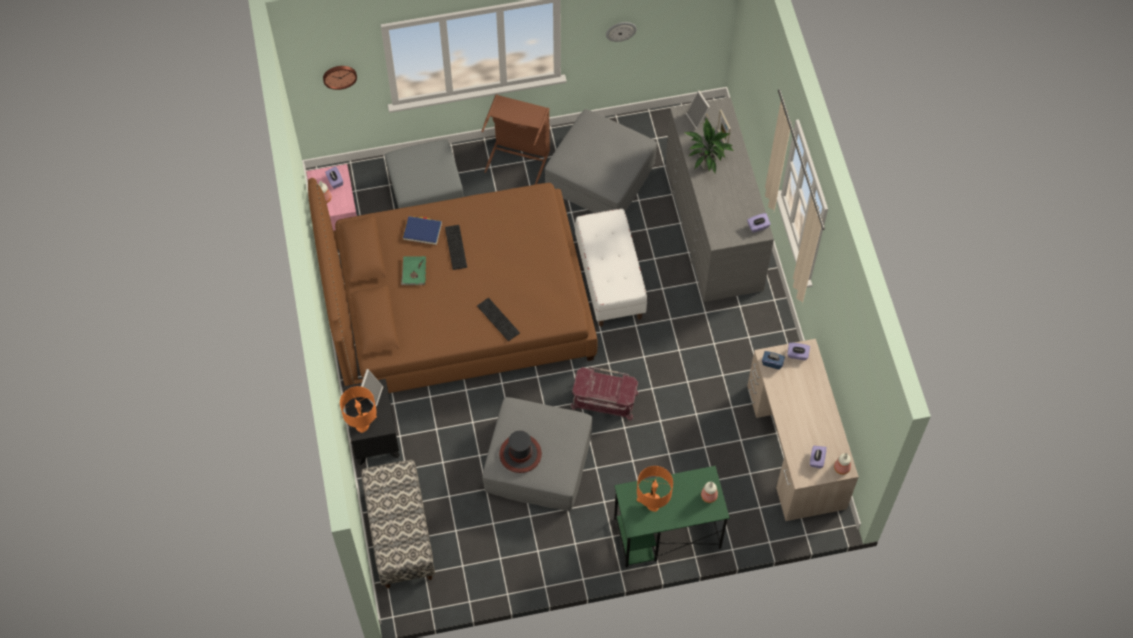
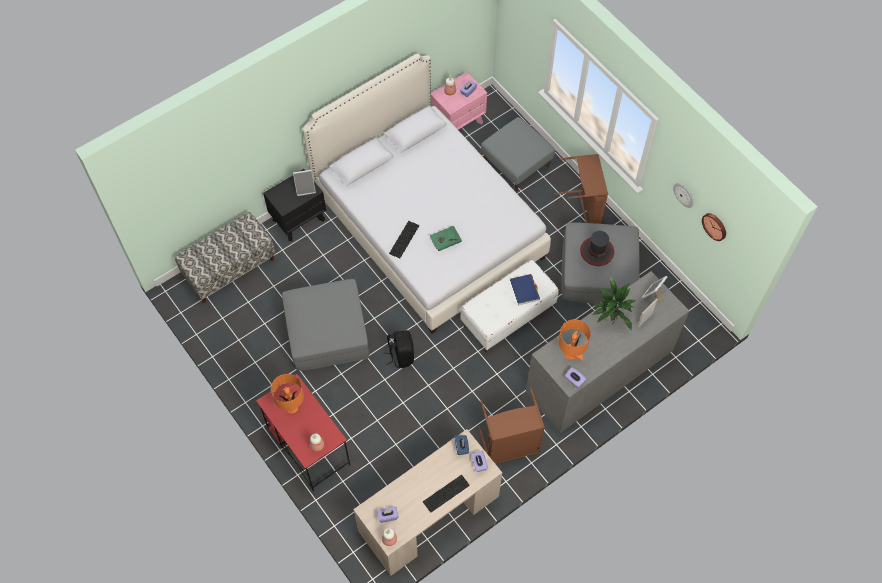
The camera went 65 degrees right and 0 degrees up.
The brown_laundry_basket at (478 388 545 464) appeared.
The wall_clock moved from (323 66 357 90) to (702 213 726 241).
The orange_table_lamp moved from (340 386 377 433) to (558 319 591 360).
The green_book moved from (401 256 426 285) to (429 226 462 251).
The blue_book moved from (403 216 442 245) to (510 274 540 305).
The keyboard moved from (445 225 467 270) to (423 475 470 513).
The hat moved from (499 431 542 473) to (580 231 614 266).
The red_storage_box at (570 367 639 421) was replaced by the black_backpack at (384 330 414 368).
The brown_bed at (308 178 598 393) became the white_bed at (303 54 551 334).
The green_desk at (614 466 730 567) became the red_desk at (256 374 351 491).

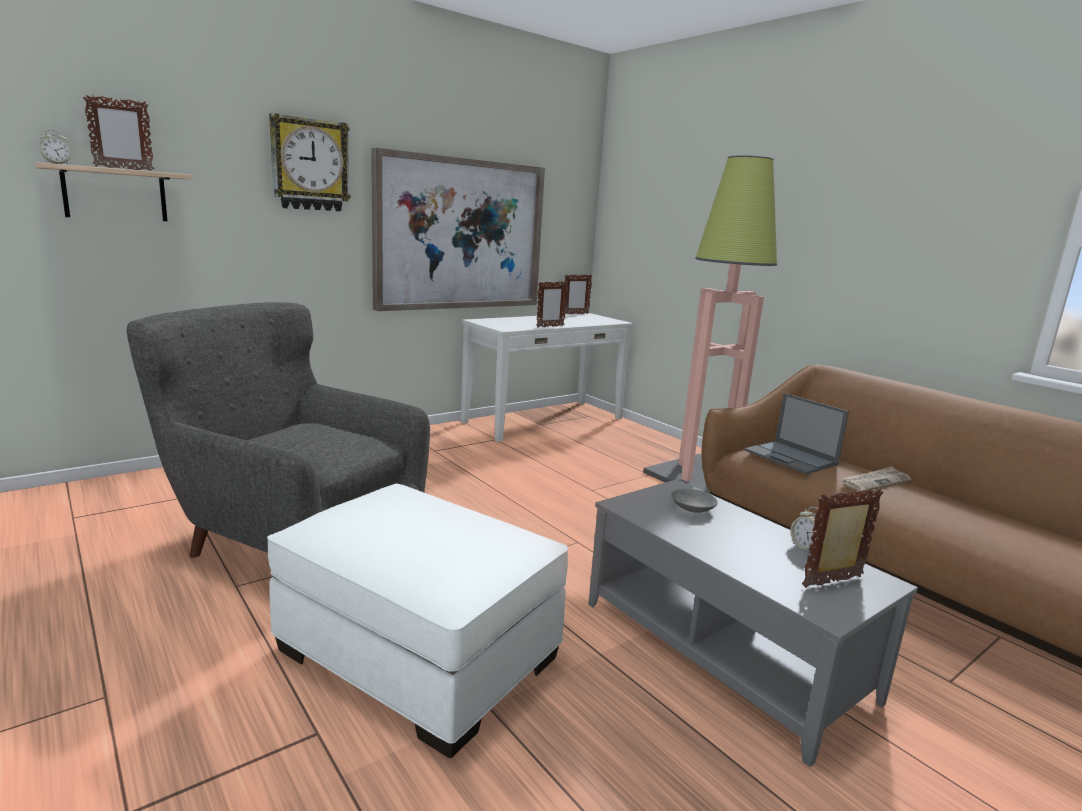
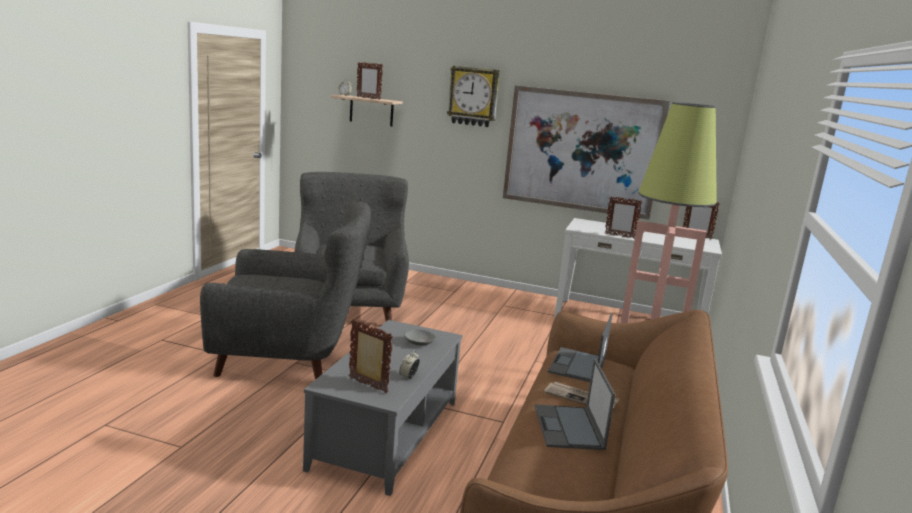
The camera went 55 degrees right and 0 degrees up.
The laptop at (535 358 615 450) appeared.
The white_ottoman at (267 484 568 758) was replaced by the grey_armchair at (200 202 371 380).

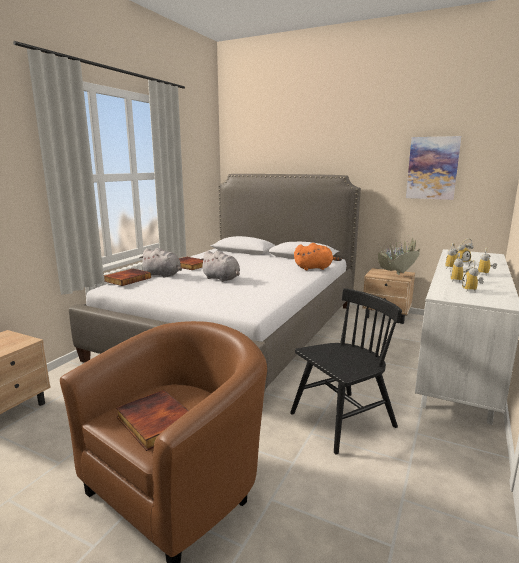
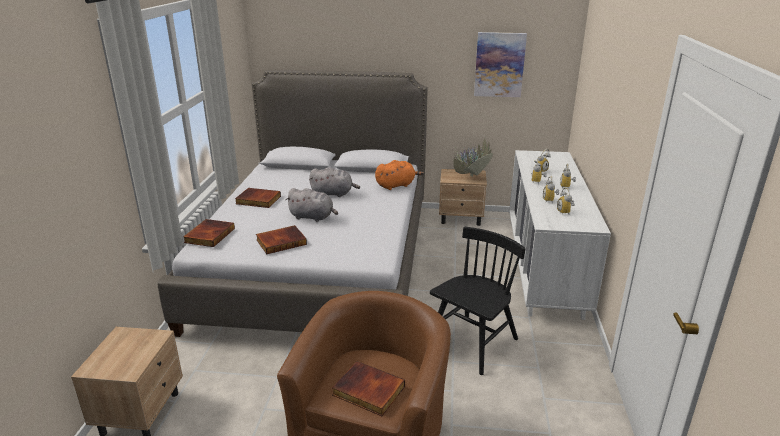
The camera went 20 degrees left and 10 degrees up.
The book at (256 225 307 254) appeared.
The grey_plush_toy moved from (139 248 182 277) to (309 167 360 197).

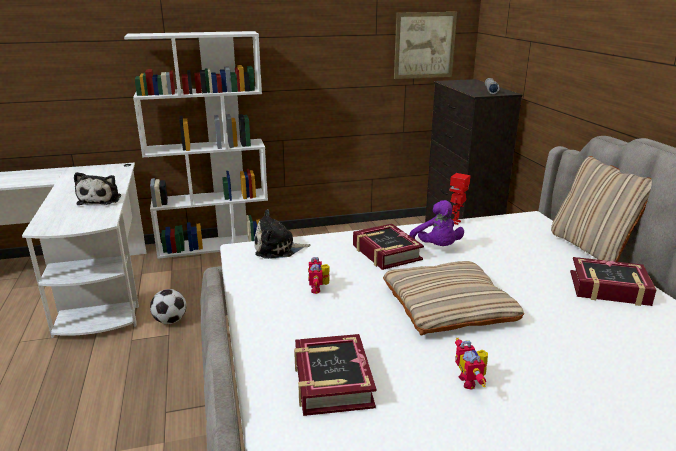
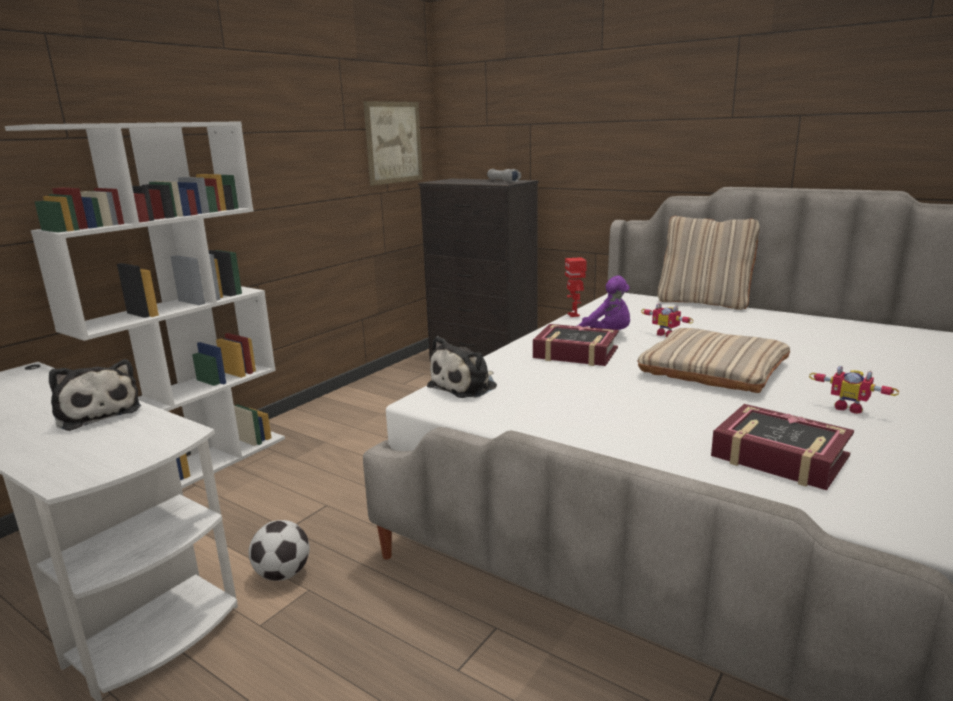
The camera went 40 degrees left and 5 degrees down.
The book at (570 257 656 306) disappeared.
The toy_robot moved from (308 257 330 294) to (641 303 694 337).

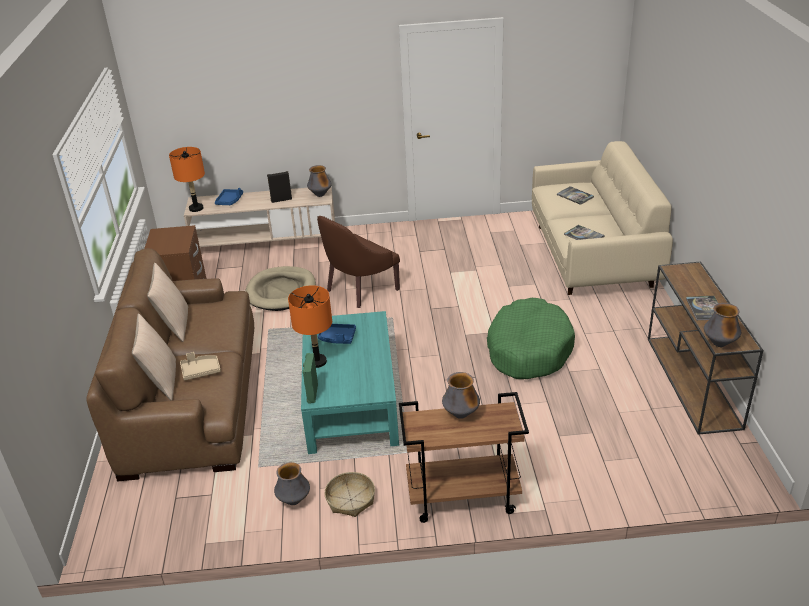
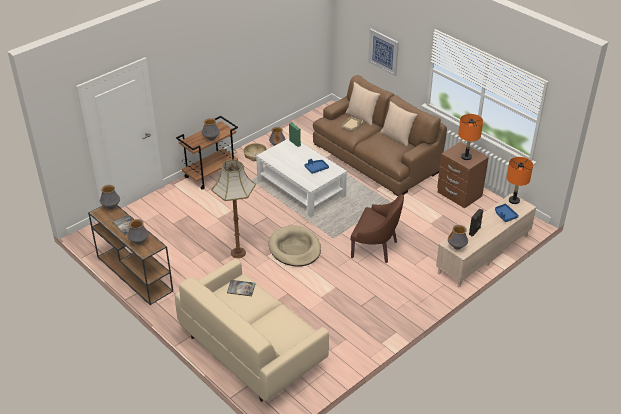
The camera went 140 degrees right and 5 degrees up.
The book at (557 186 594 205) disappeared.
The vase at (127 219 149 245) appeared.
The picture at (368 29 399 76) appeared.
The beige_dog_bed moved from (245 266 316 311) to (269 225 321 267).
The orange_table_lamp moved from (288 285 332 368) to (458 114 483 160).
The green_dog_bed at (487 298 575 379) was replaced by the floor_lamp at (211 159 256 258).
The turquoise_coffee_table at (301 311 399 454) became the white_coffee_table at (256 138 347 217).
The brown_armchair at (317 216 400 308) turned 105 degrees clockwise.

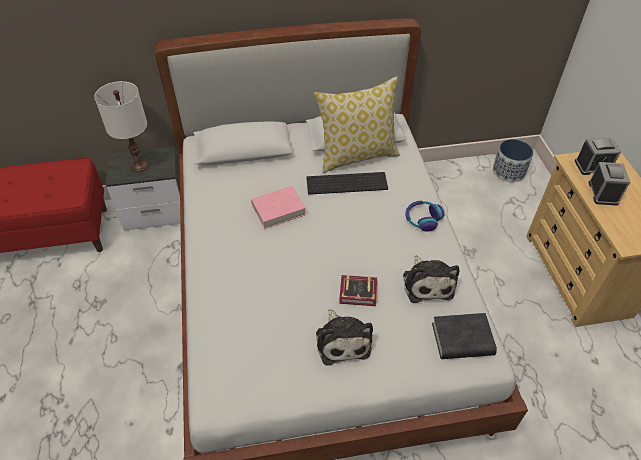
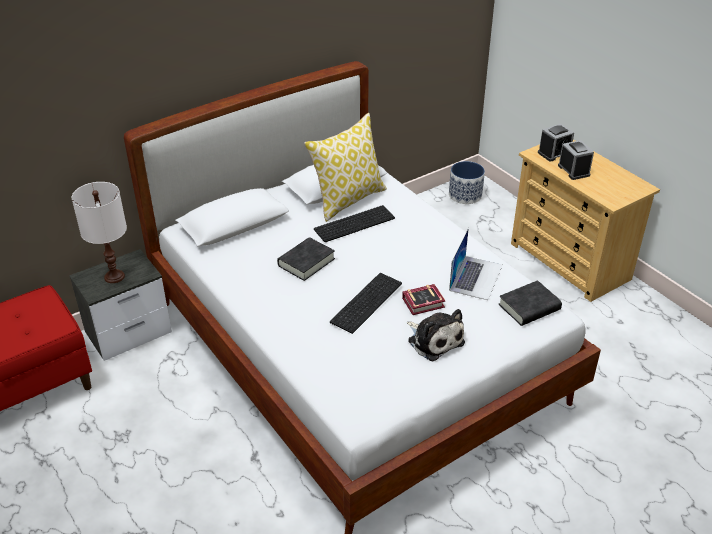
The camera went 25 degrees left and 10 degrees down.
The headphones at (406 201 445 232) disappeared.
The keyboard at (330 273 402 334) appeared.
The plush_toy at (403 255 459 303) was replaced by the laptop at (449 228 503 300).
The pink_book at (251 186 306 229) became the black_book at (277 237 335 281).

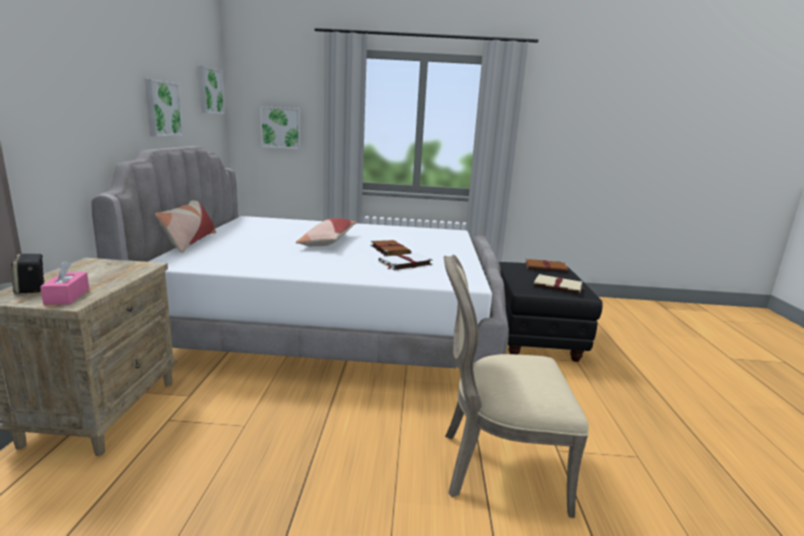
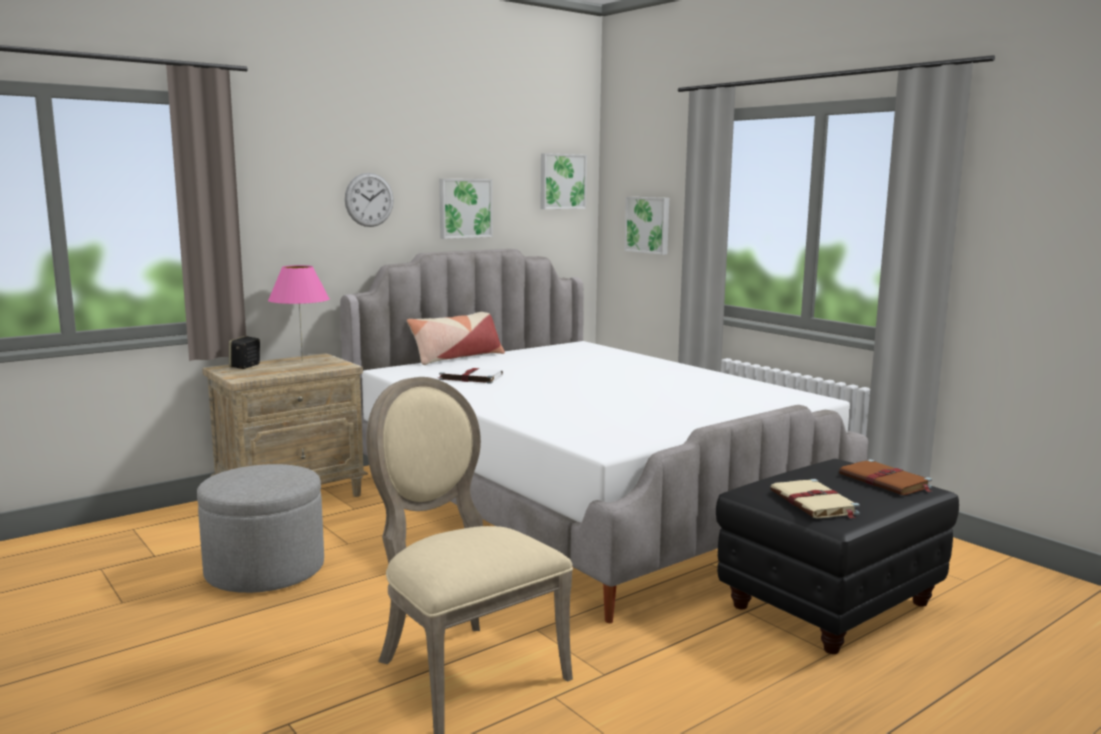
The camera went 50 degrees right and 5 degrees down.
The pink_tissue_box at (40 261 89 305) disappeared.
The pillow at (296 218 357 247) disappeared.
The brown_book at (370 240 411 256) disappeared.
The grey_ottoman at (197 464 324 593) appeared.
The pink_table_lamp at (268 265 330 361) appeared.
The wall_clock at (345 173 394 227) appeared.
The white_book moved from (378 253 433 271) to (438 367 503 384).

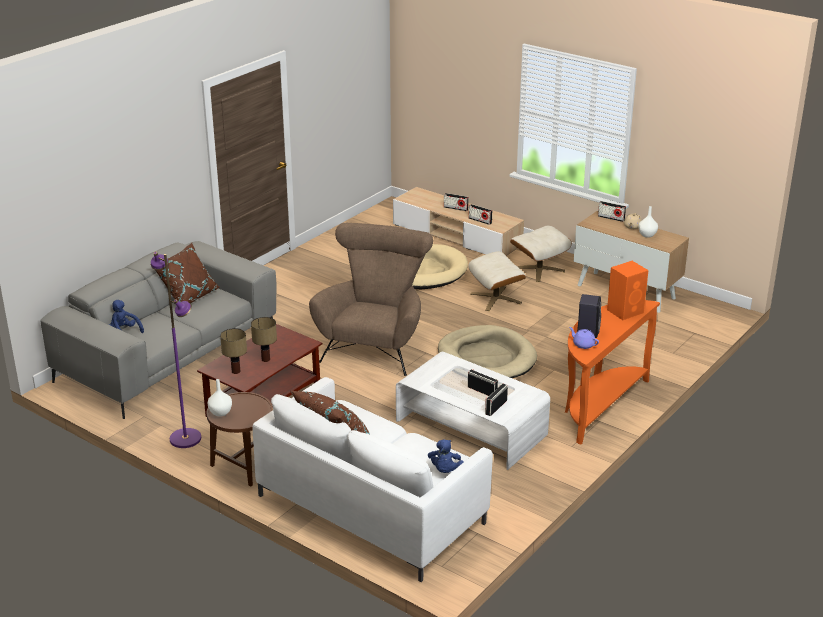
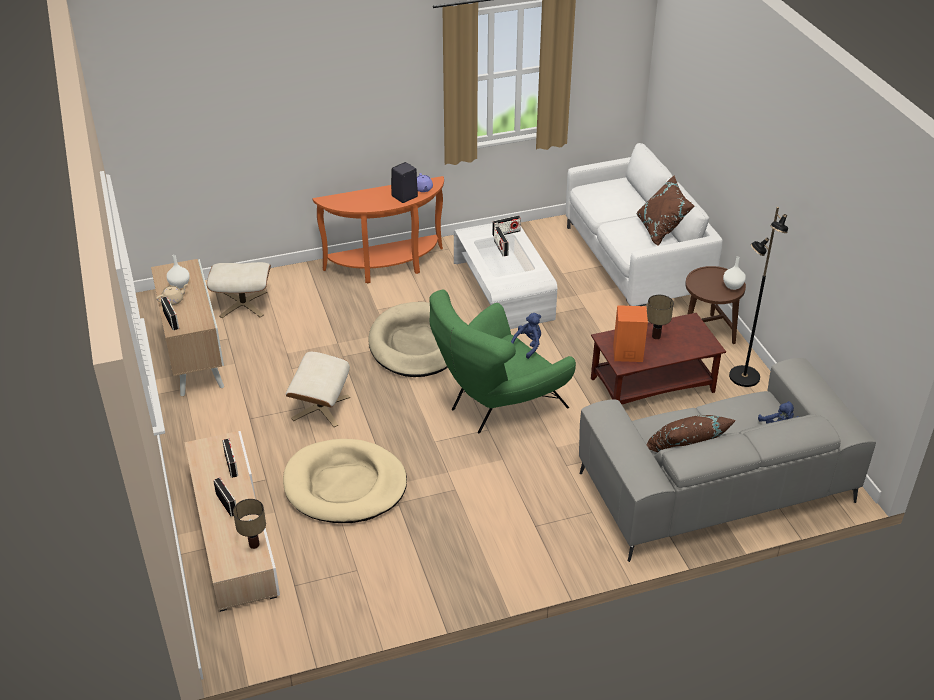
The camera went 145 degrees left and 10 degrees up.
The table_lamp moved from (220 328 247 374) to (233 499 266 549).
The blue_plush_toy moved from (428 439 464 473) to (511 313 541 359).
The beige_ottoman moved from (510 226 572 282) to (207 262 271 318).
The orange_speaker moved from (607 261 648 320) to (613 305 648 362).
The purple_floor_lamp at (151 252 201 448) became the black_floor_lamp at (729 207 788 387).
The brown_armchair at (309 223 433 376) became the green_armchair at (429 290 576 433).

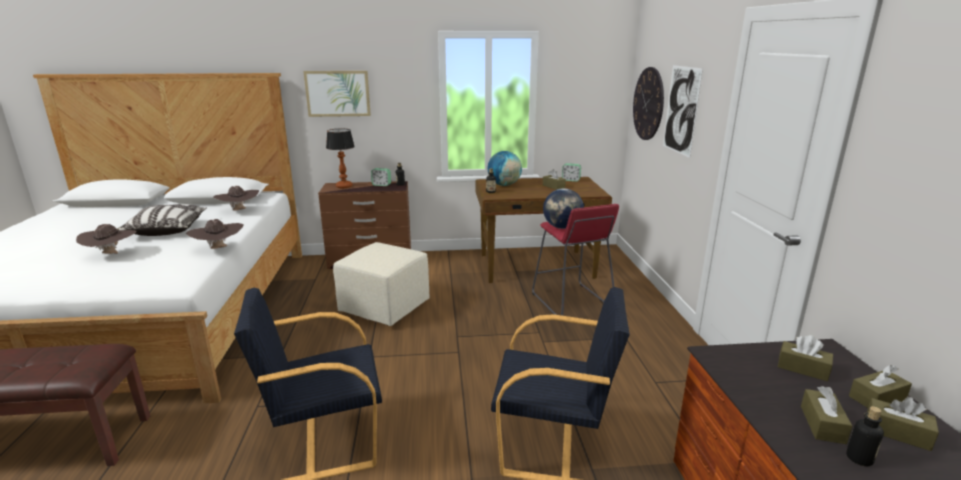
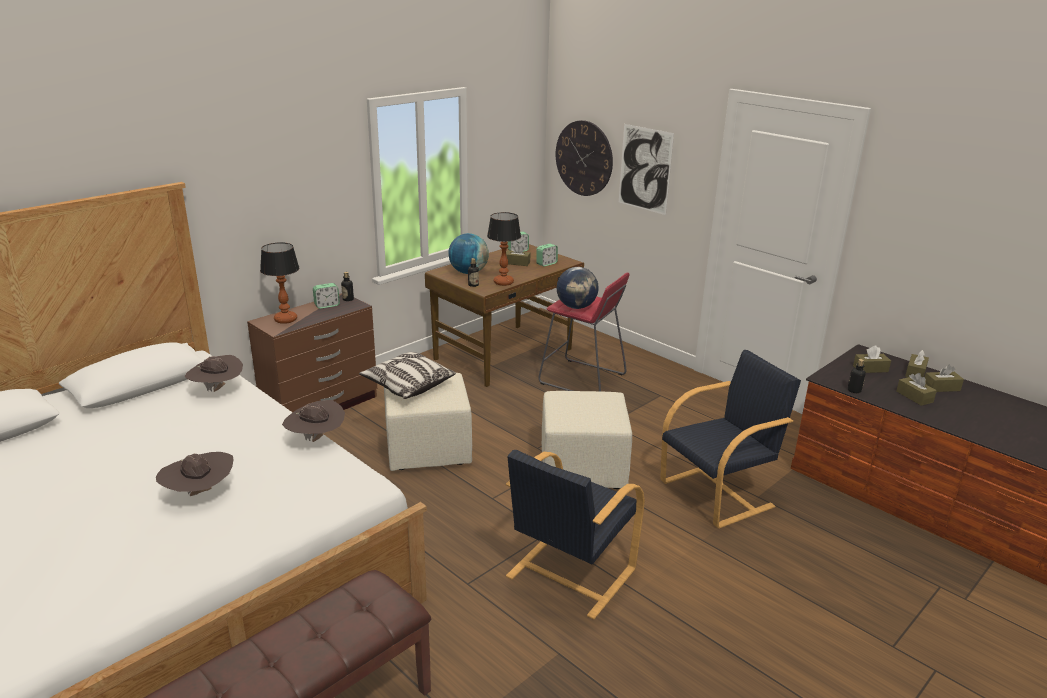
The camera went 40 degrees left and 5 degrees up.
The picture at (303 71 371 117) disappeared.
The table_lamp at (487 212 521 286) appeared.
The alarm_clock at (536 244 558 267) appeared.
The beige_ottoman at (542 391 632 489) appeared.
The pillow moved from (118 204 207 236) to (359 352 456 399).
The bottle moved from (846 406 884 466) to (848 359 866 393).

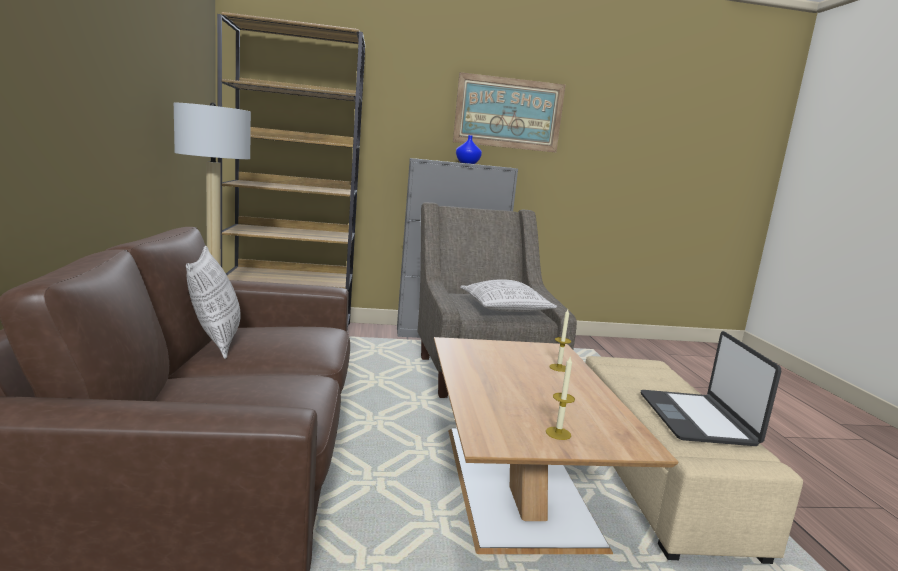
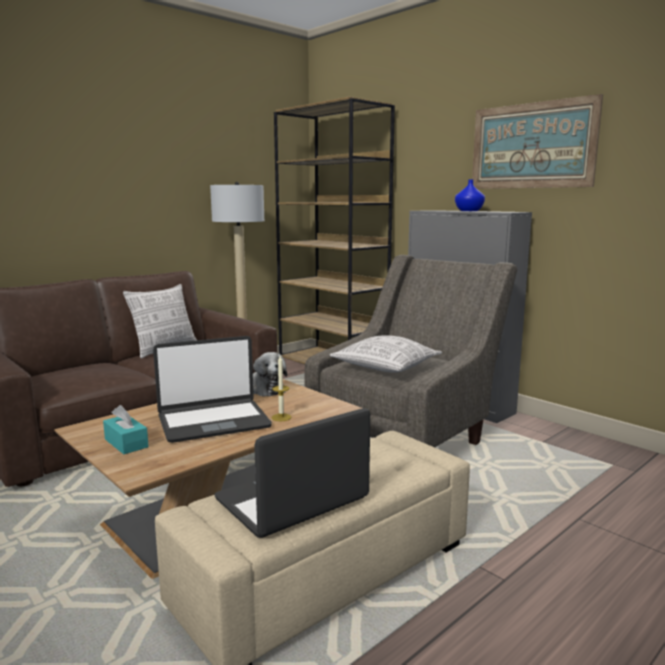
The camera went 55 degrees right and 0 degrees up.
The laptop at (153 336 272 443) appeared.
The plush_toy at (253 352 287 397) appeared.
The candle at (546 357 575 440) was replaced by the turquoise_tissue_box at (103 405 149 454).

